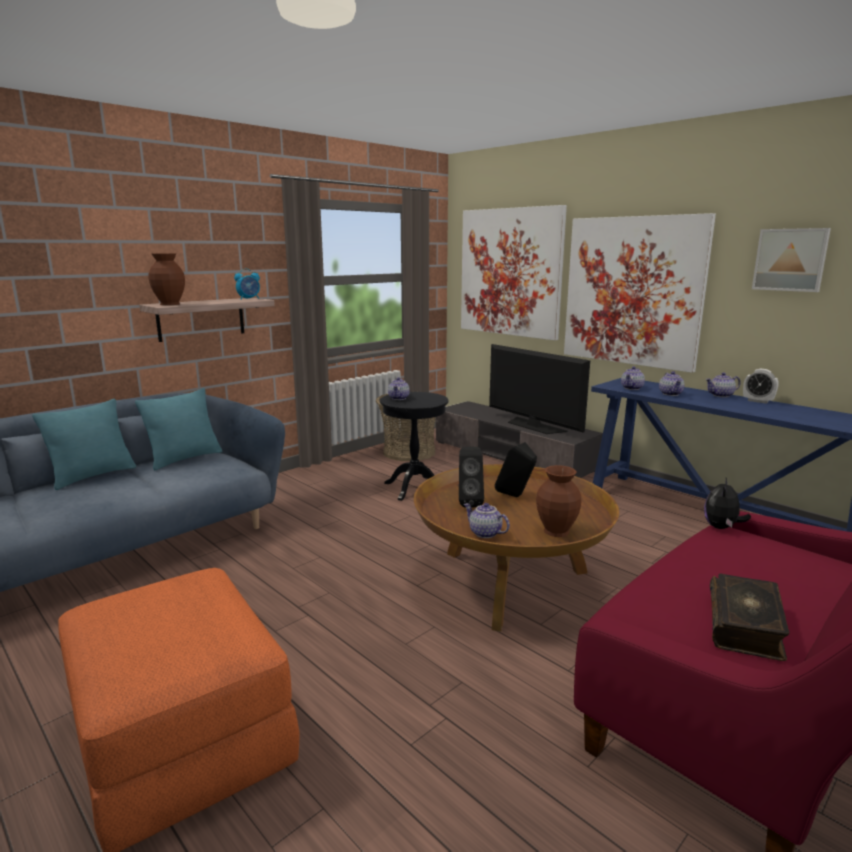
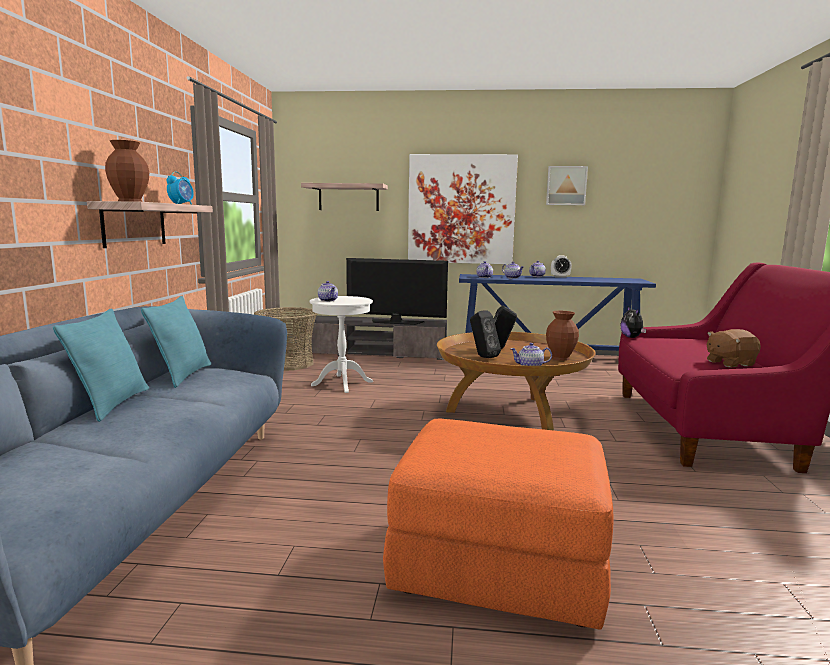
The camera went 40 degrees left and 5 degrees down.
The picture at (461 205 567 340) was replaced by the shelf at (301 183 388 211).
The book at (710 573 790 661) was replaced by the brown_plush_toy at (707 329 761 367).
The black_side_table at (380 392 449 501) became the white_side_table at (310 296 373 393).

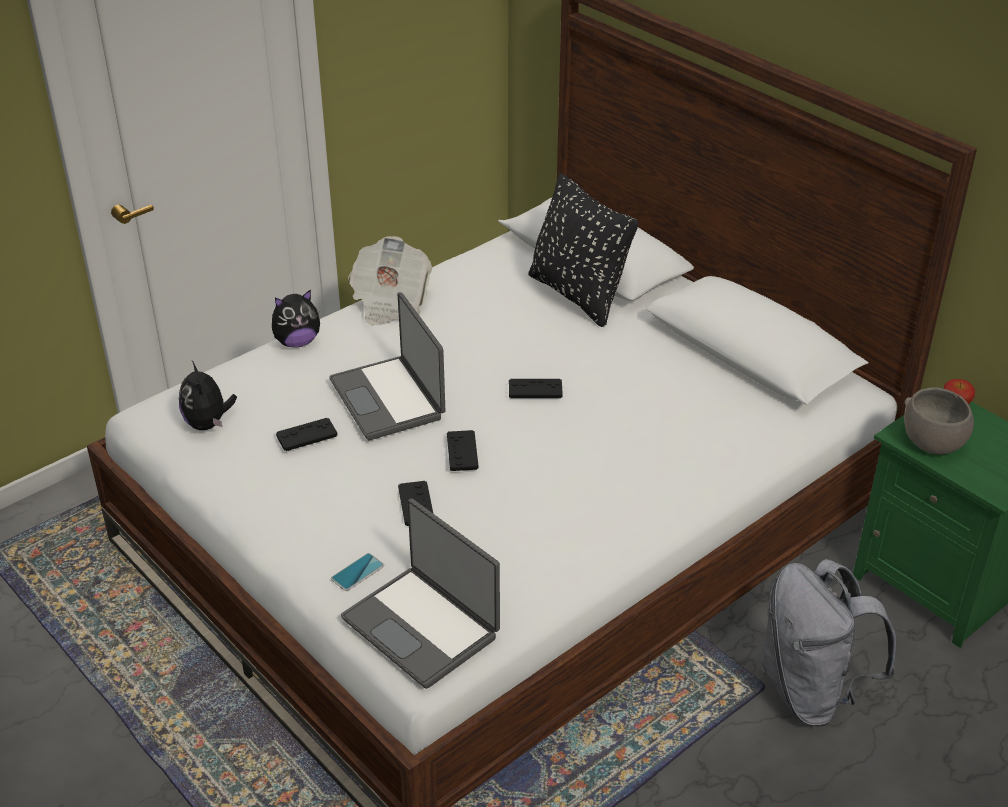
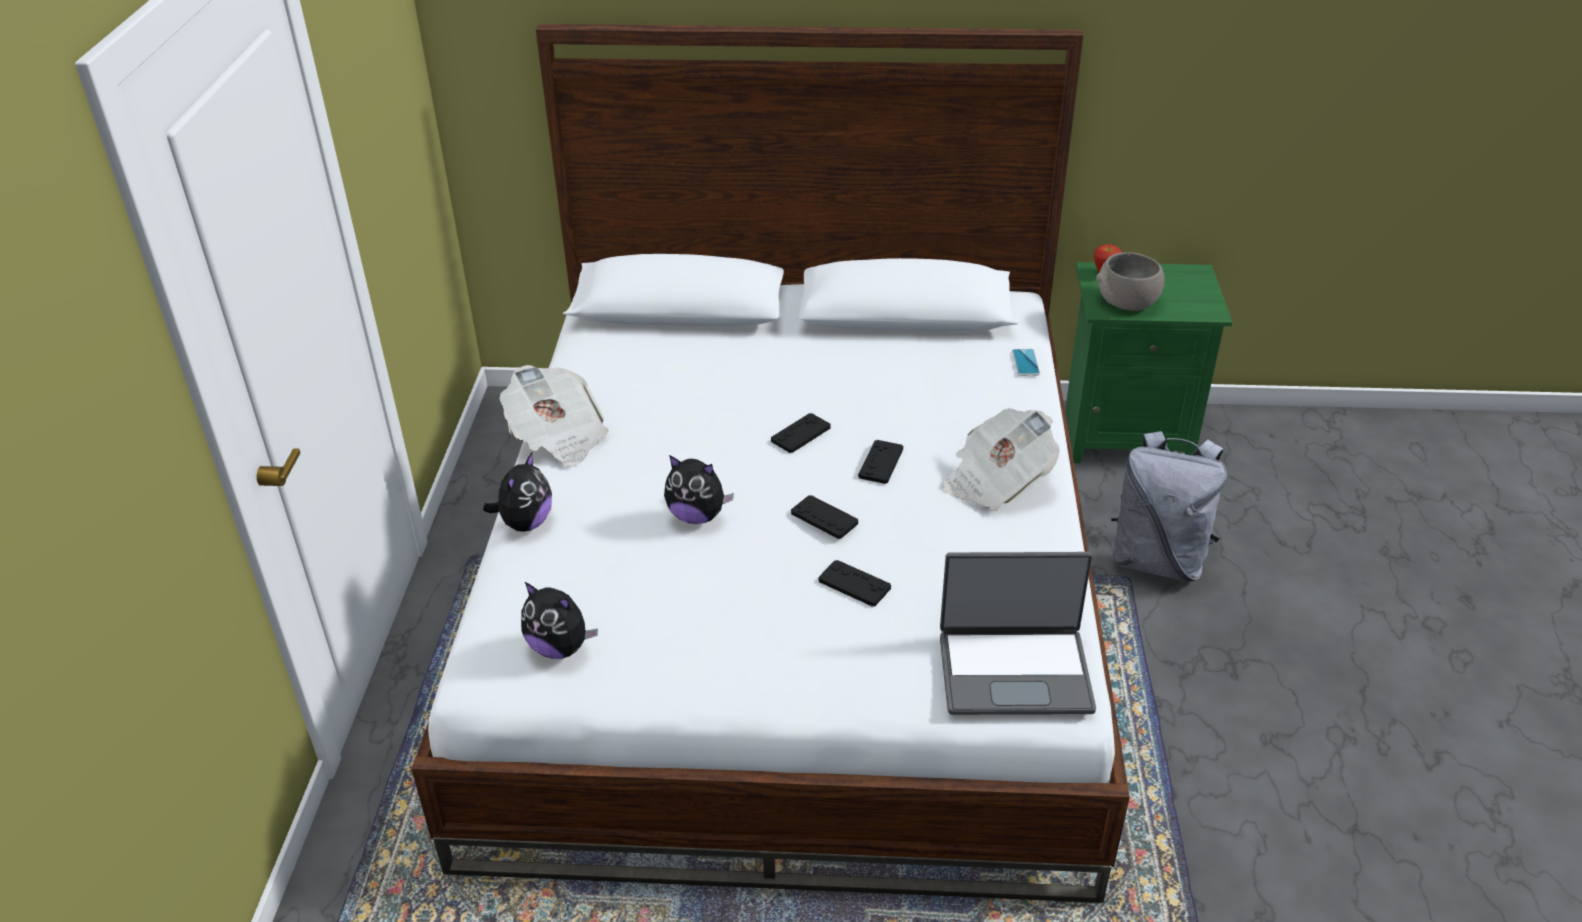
The camera went 45 degrees left and 0 degrees up.
The black_pillow at (528 173 639 327) disappeared.
The newspaper at (943 408 1059 511) appeared.
The black_game_controller moved from (276 418 338 451) to (858 440 903 484).
The phone moved from (331 553 384 591) to (1012 349 1040 376).
The laptop at (329 292 445 440) was replaced by the plush_toy at (664 455 734 524).

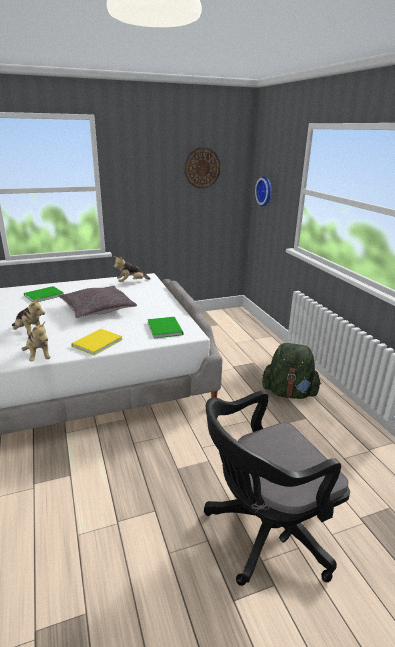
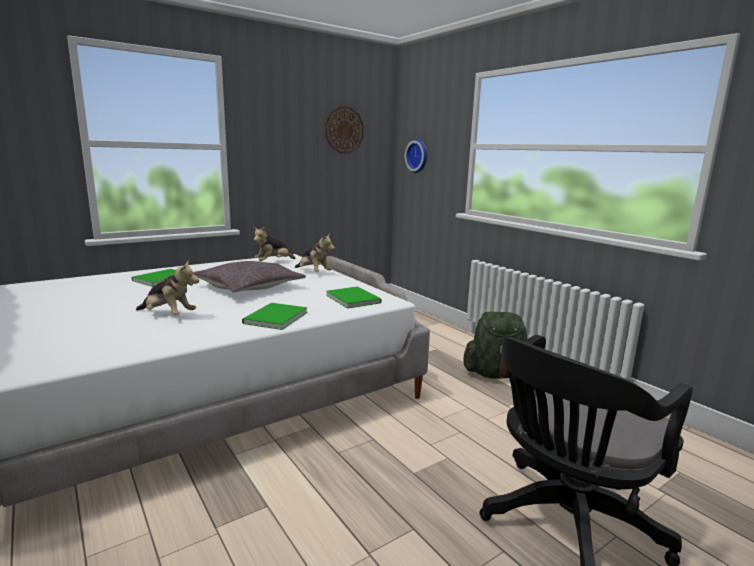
The camera went 15 degrees left and 10 degrees down.
The plush_toy moved from (22 321 50 362) to (295 235 335 272).
The yellow_book at (71 329 123 356) became the green_book at (242 303 308 330).

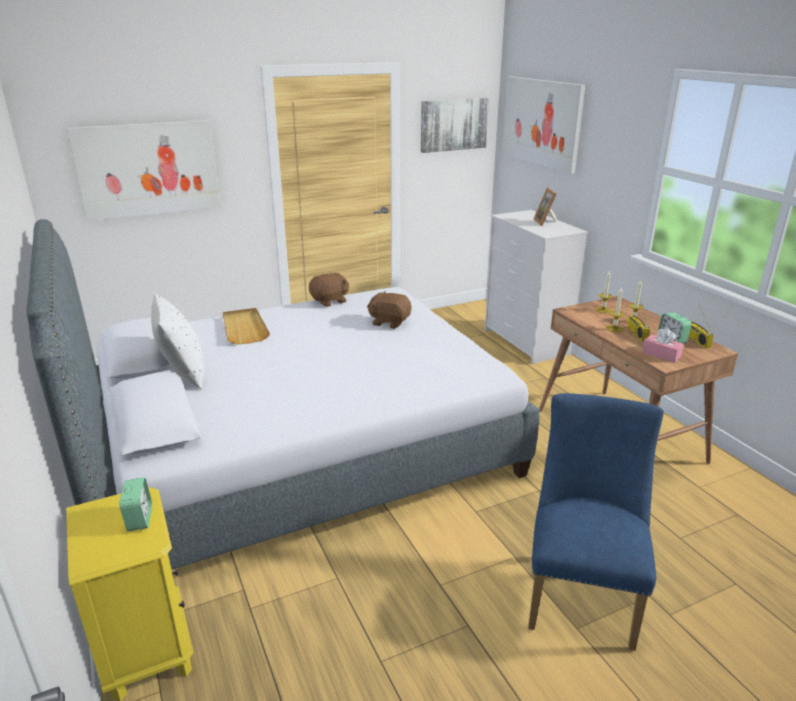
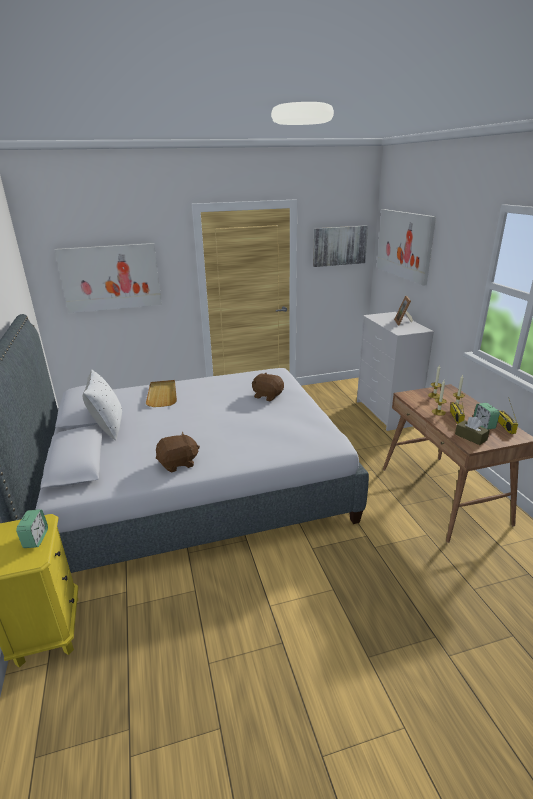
The camera went 10 degrees right and 0 degrees up.
The blue_chair at (528 393 664 651) disappeared.
The brown_plush_toy moved from (309 272 349 307) to (156 432 200 472).
The pink_tissue_box at (642 328 684 363) became the brown_tissue_box at (455 417 490 445).

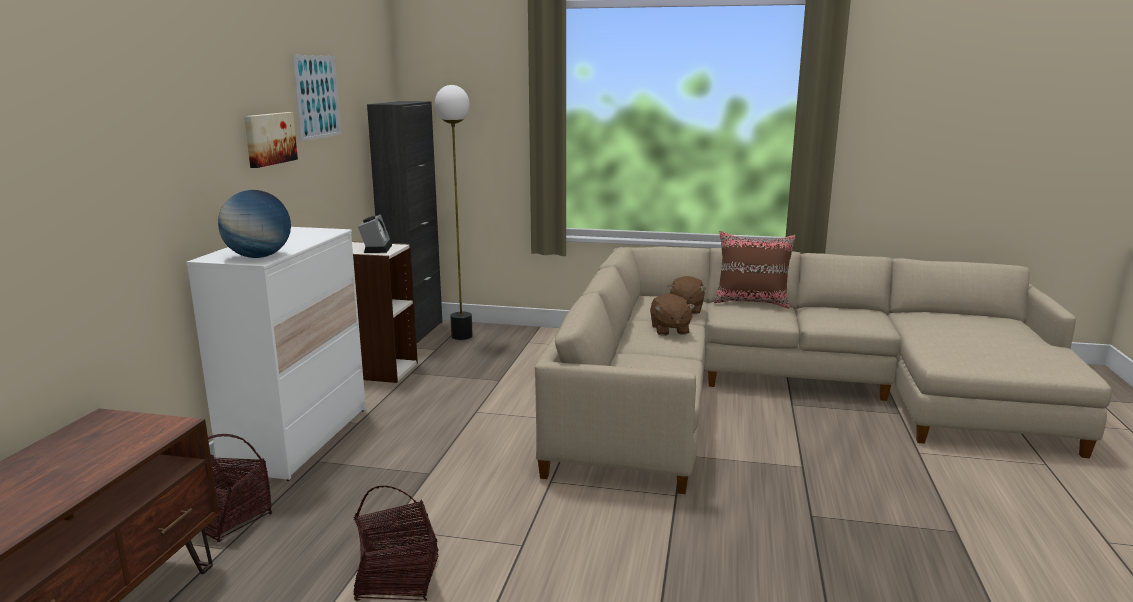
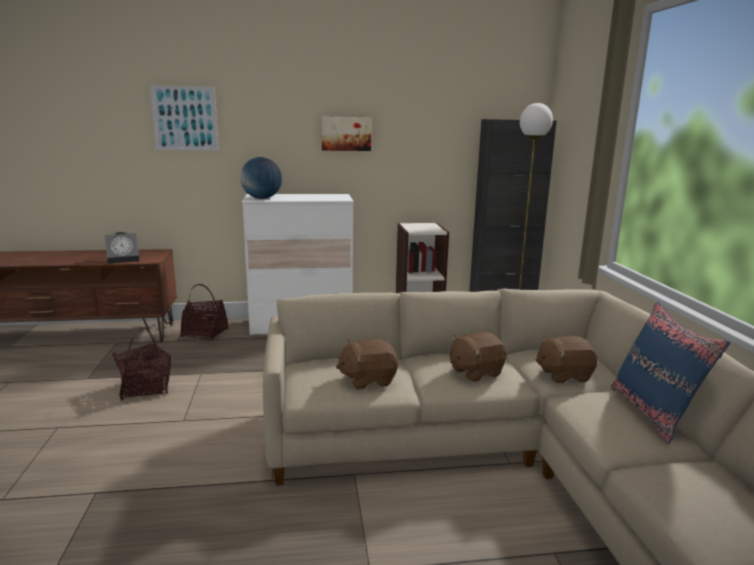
The camera went 70 degrees right and 0 degrees up.
The brown_plush_toy at (336 339 398 390) appeared.
The picture moved from (292 55 341 141) to (150 85 219 150).
The alarm_clock moved from (358 214 392 253) to (105 232 139 264).
The brown_pillow at (714 231 796 308) became the blue_pillow at (610 302 730 444).

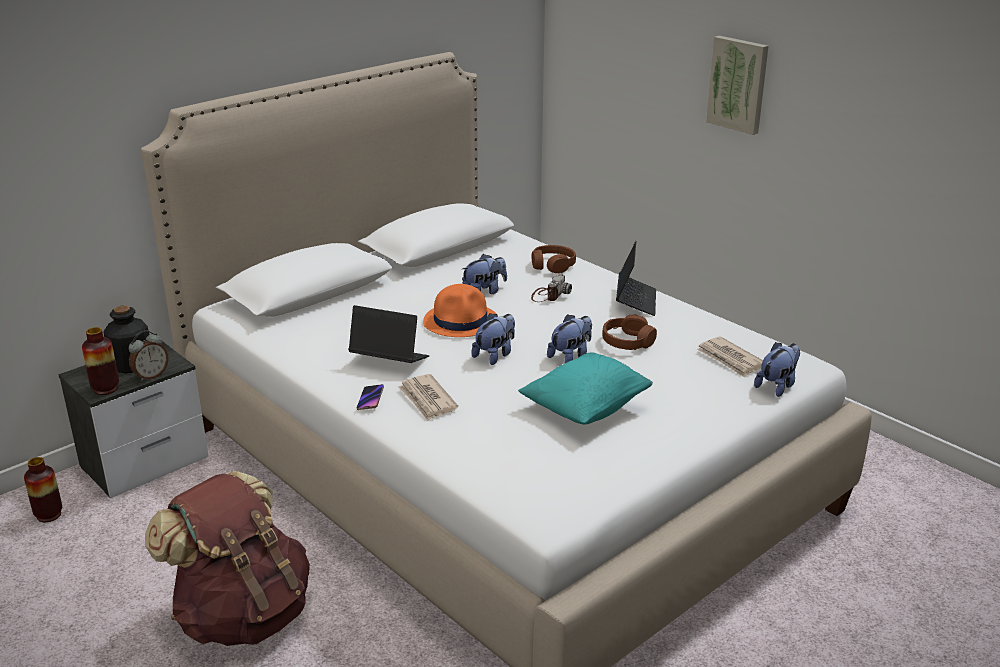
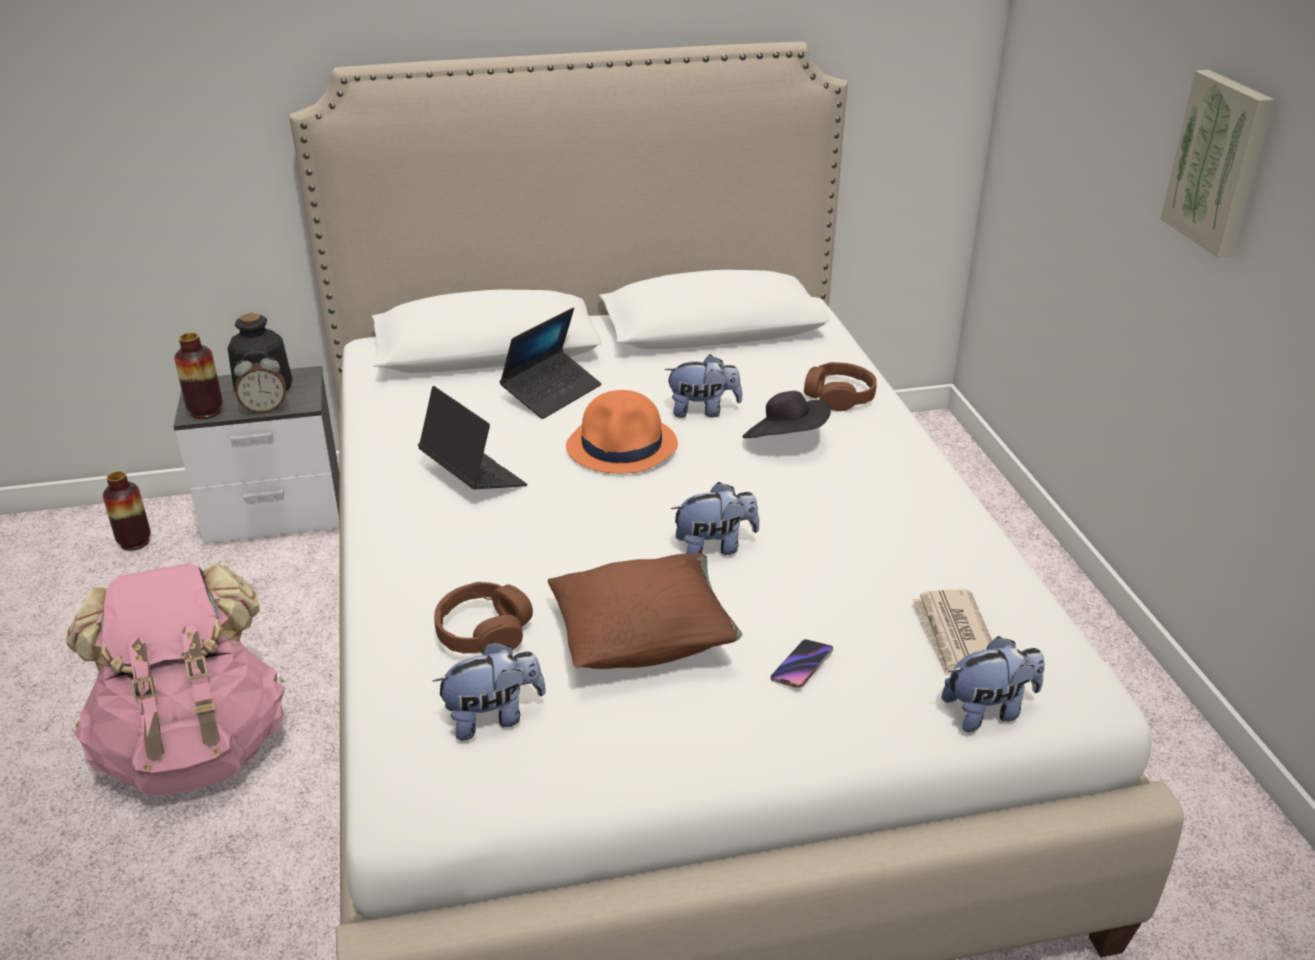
The camera went 30 degrees right and 5 degrees up.
The newspaper at (398 374 458 421) disappeared.
The phone moved from (356 384 384 410) to (771 639 833 688).
The plush_toy moved from (471 313 515 365) to (432 642 546 741).
The brown_headphones moved from (603 314 657 350) to (434 582 533 654).
The laptop moved from (616 241 656 316) to (499 308 601 419).
The photo_camera at (531 273 572 302) was replaced by the black_hat at (743 391 831 438).
The brown_backpack at (145 471 310 646) became the pink_backpack at (66 563 285 796).
The turquoise_pillow at (518 352 653 424) became the brown_pillow at (547 553 742 669).

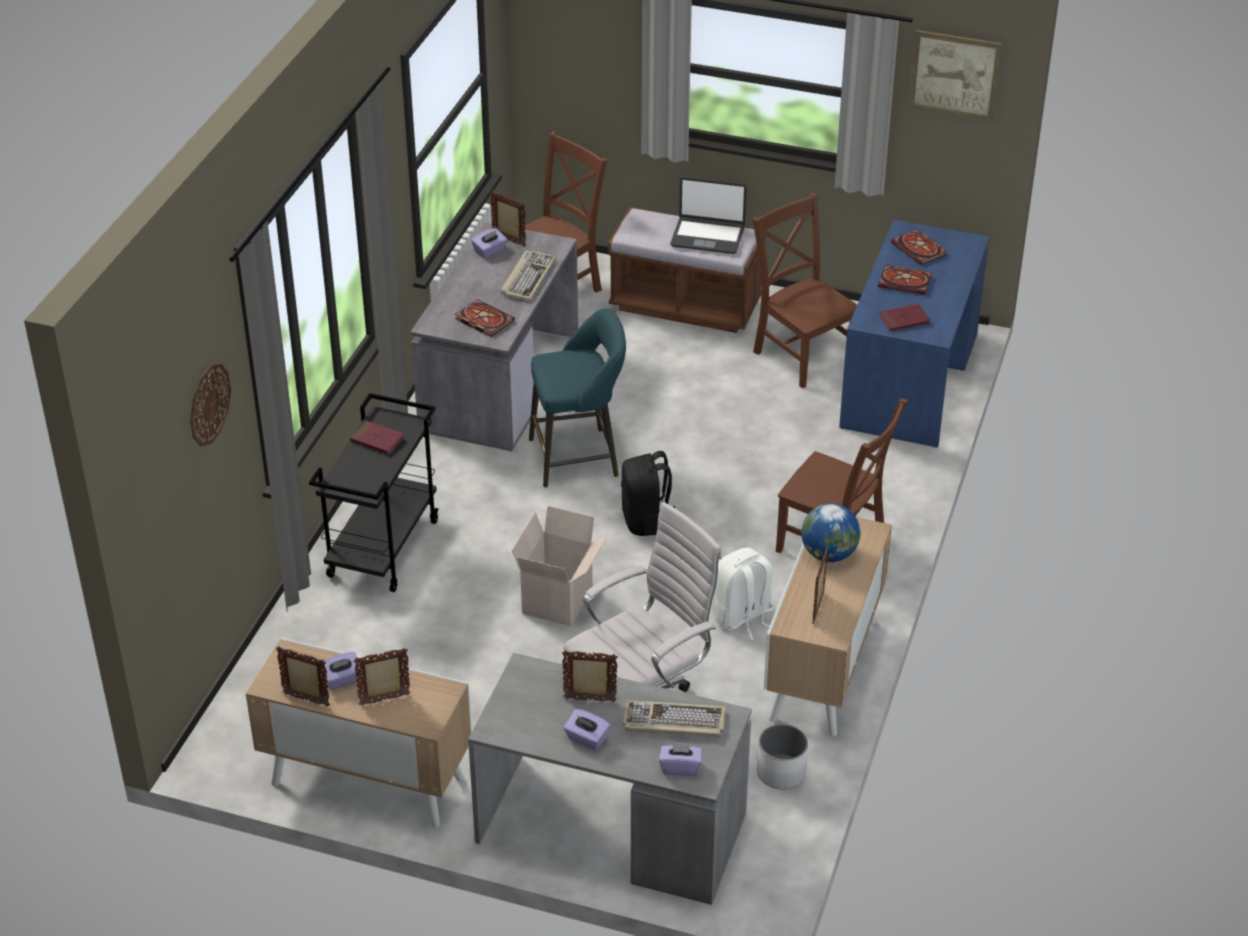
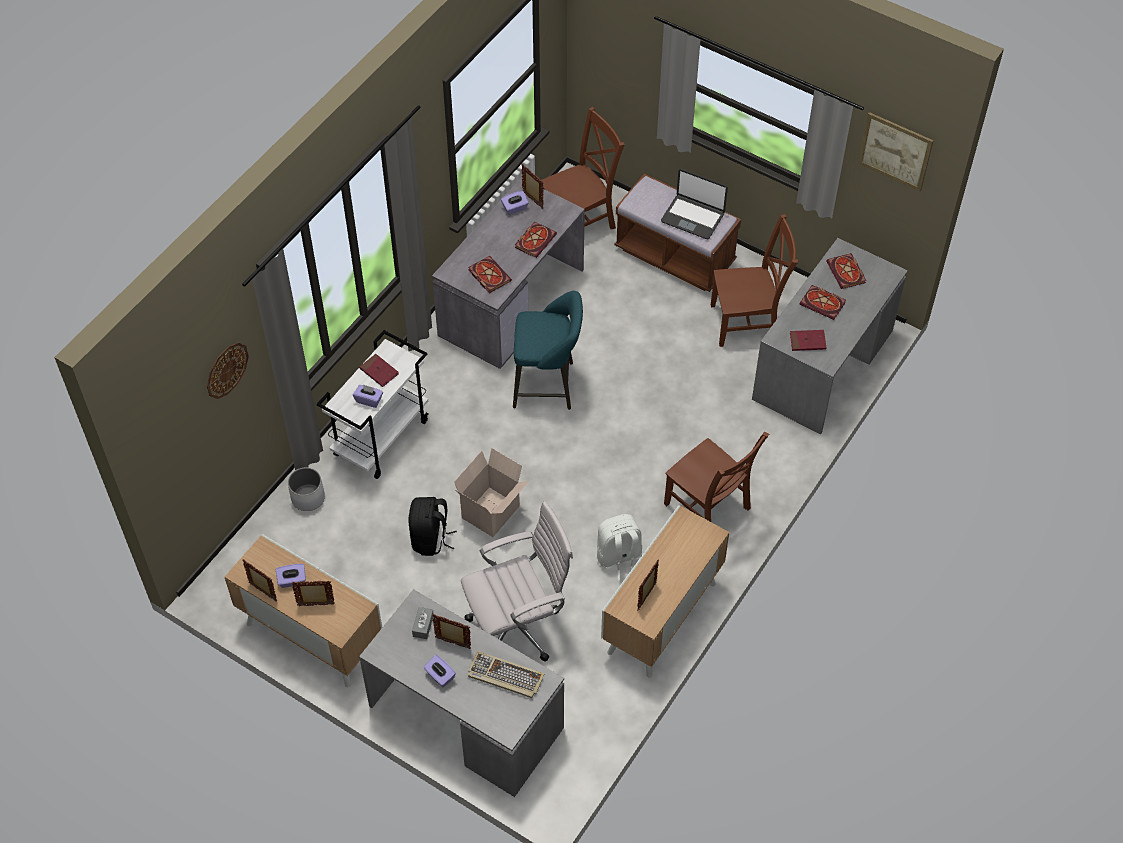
The camera went 15 degrees right and 15 degrees up.
The globe at (801 503 860 562) disappeared.
The grey_tissue_box at (412 607 434 639) appeared.
The black_backpack moved from (621 451 675 536) to (408 497 457 556).
The purple_tissue_box moved from (659 741 702 776) to (353 384 383 408).
The white_planter moved from (757 724 808 789) to (288 467 325 511).
The keyboard at (501 250 556 300) was replaced by the book at (515 221 557 258).
The black_cart at (309 393 439 592) became the white_cart at (317 330 429 479).
The blue_desk at (839 220 990 448) became the grey_desk at (752 238 908 435).
The brown_chair at (752 192 857 388) turned 105 degrees clockwise.

